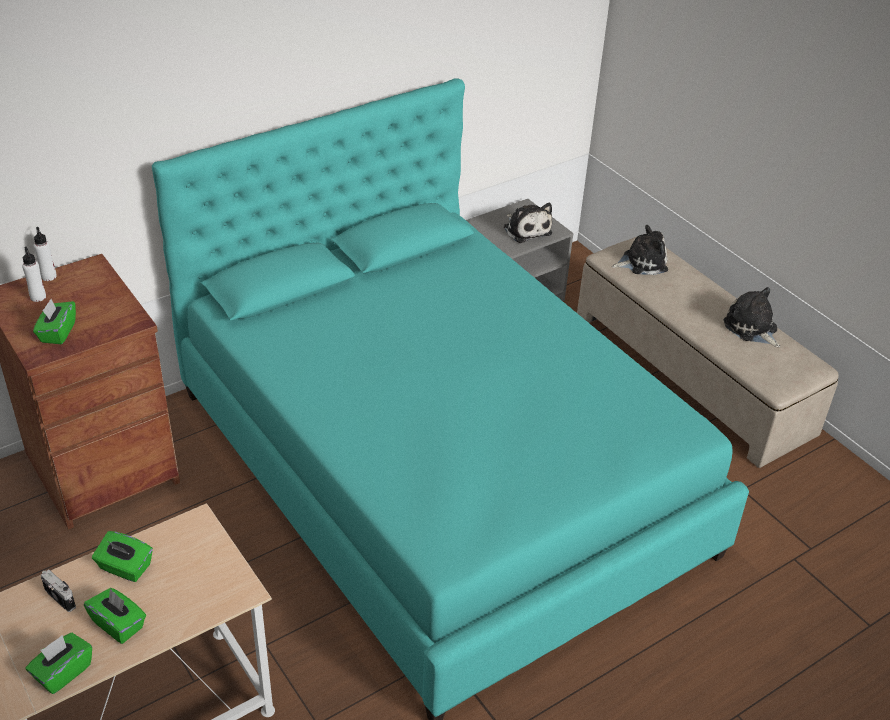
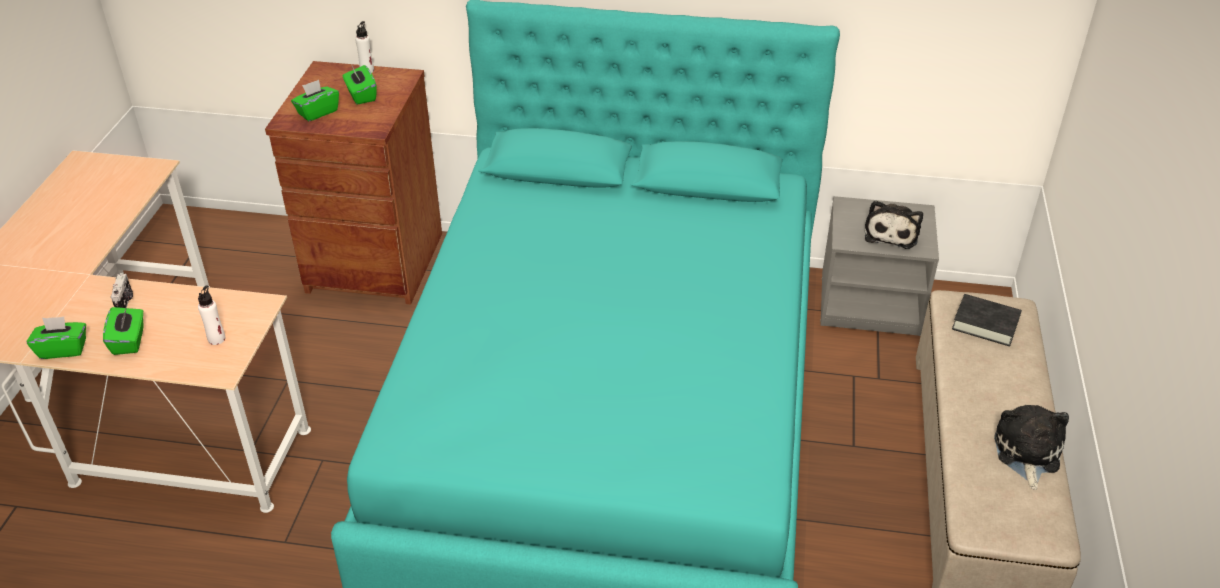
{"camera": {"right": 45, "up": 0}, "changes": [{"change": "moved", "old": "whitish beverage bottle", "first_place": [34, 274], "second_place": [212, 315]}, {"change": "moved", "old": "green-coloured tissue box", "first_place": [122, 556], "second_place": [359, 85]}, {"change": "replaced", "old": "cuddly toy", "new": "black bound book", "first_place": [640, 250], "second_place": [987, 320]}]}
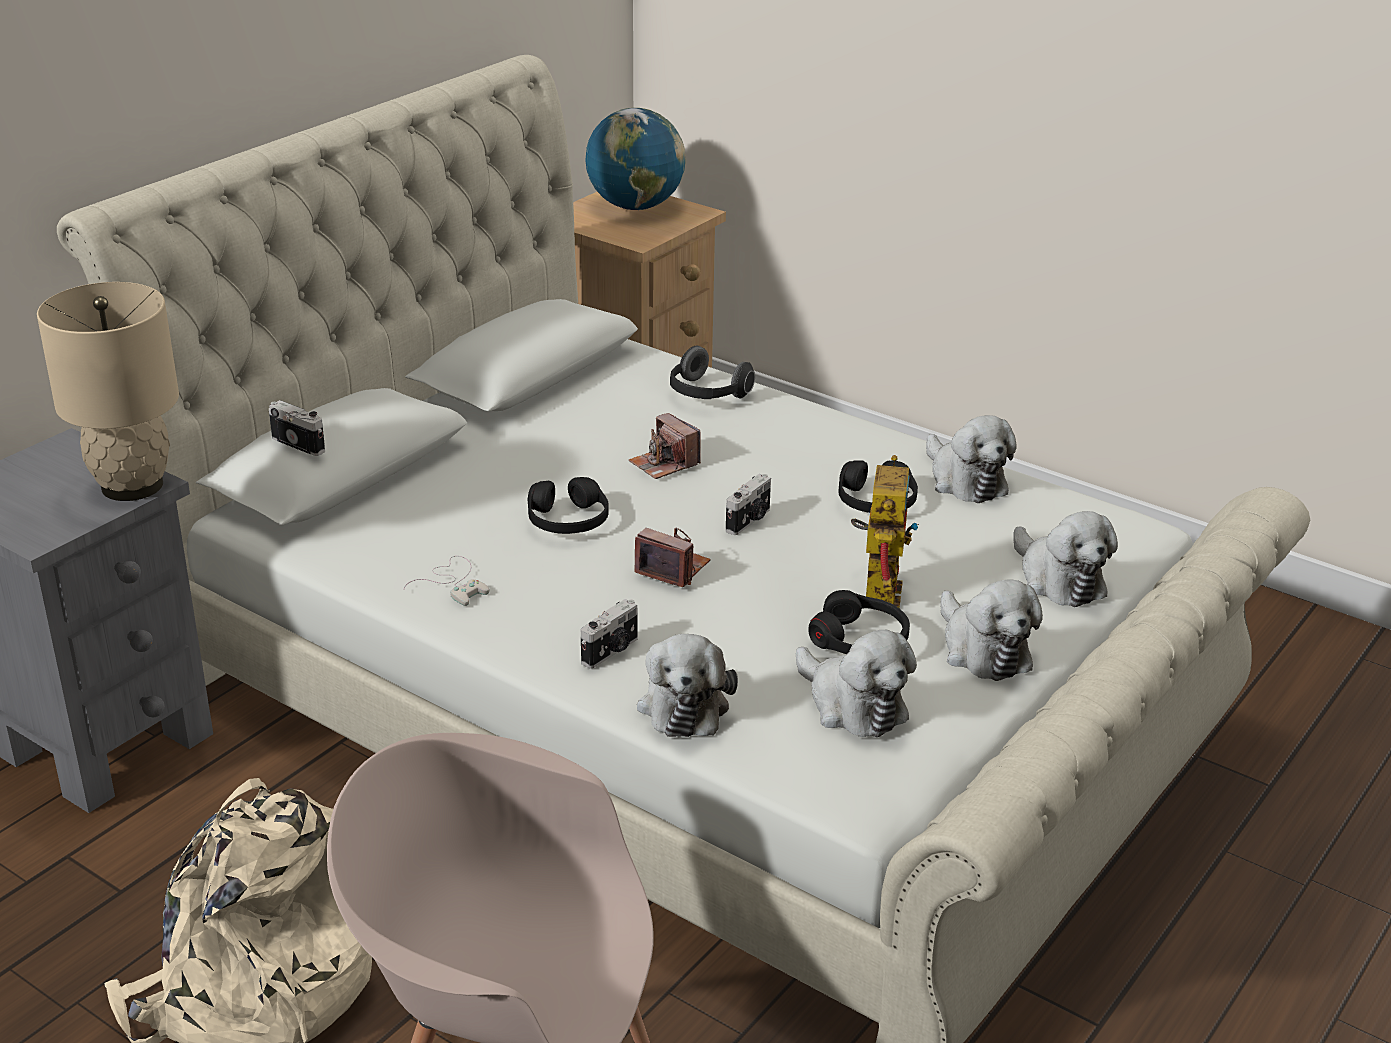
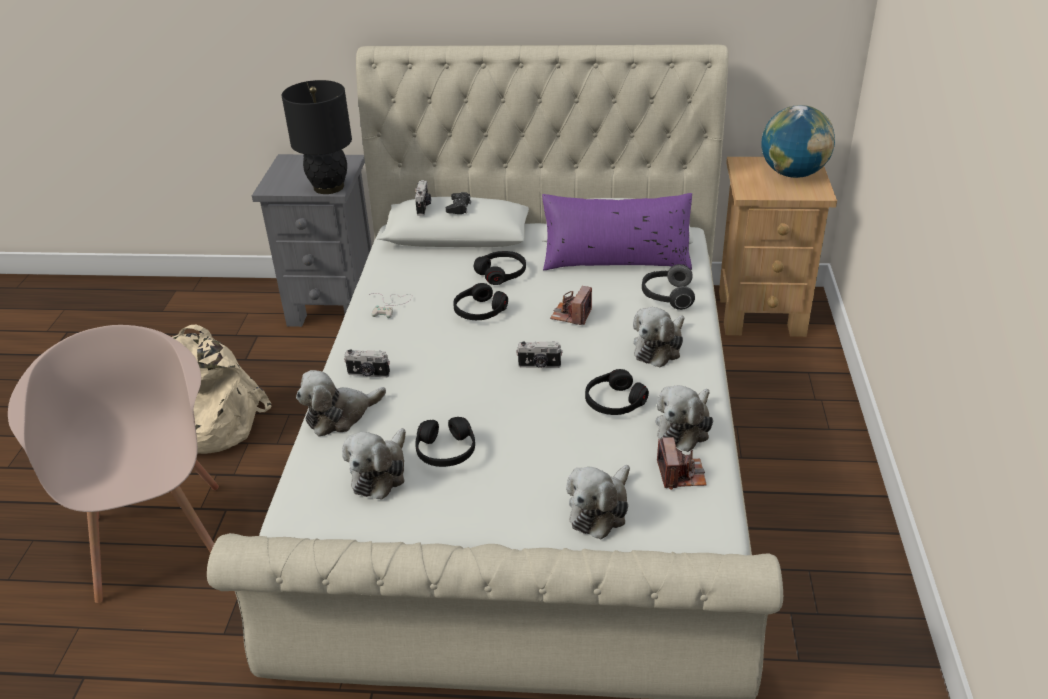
{"camera": {"right": 60, "up": 5}, "changes": [{"change": "removed", "old": "toy robot", "first_place": [885, 531]}, {"change": "added", "new": "black joypad", "second_place": [458, 203]}, {"change": "added", "new": "black headset", "second_place": [500, 268]}, {"change": "added", "new": "purplish pillow", "second_place": [617, 231]}, {"change": "moved", "old": "photo camera", "first_place": [672, 557], "second_place": [682, 463]}, {"change": "moved", "old": "cuddly toy", "first_place": [991, 630], "second_place": [658, 337]}, {"change": "recoloured", "old": "beige table lamp", "new": "black table lamp", "first_place": [108, 391], "second_place": [317, 137]}]}
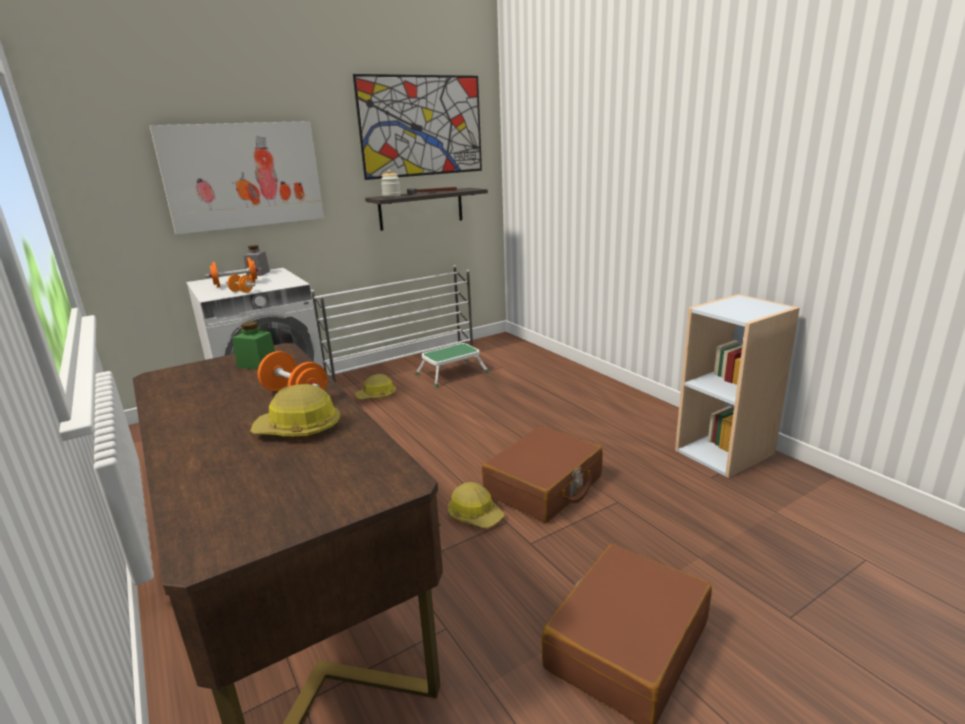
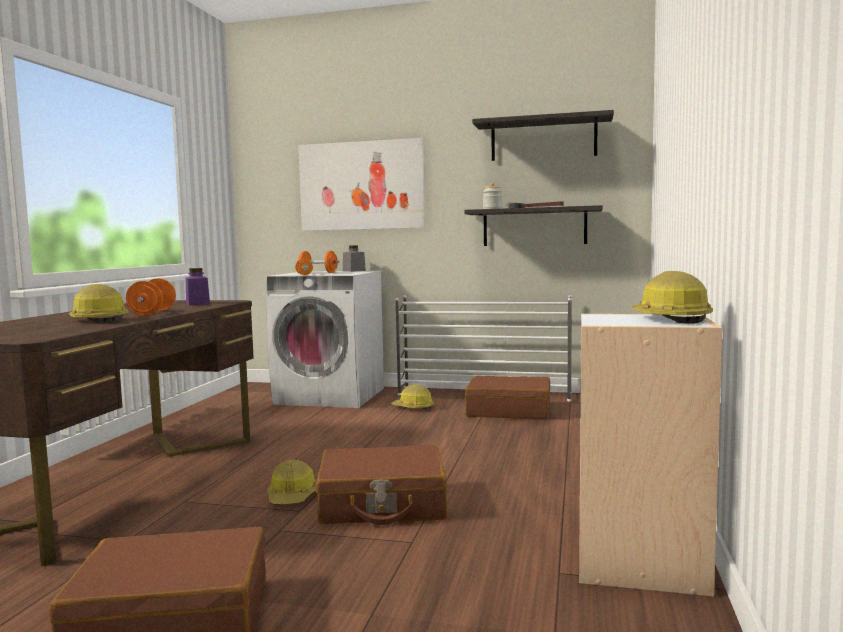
{"camera": {"right": 45, "up": -15}, "changes": [{"change": "added", "new": "work helmet", "second_place": [671, 297]}, {"change": "replaced", "old": "picture", "new": "wall shelf", "first_place": [417, 127], "second_place": [543, 135]}, {"change": "replaced", "old": "green-coloured step ladder", "new": "brown-coloured suitcase", "first_place": [452, 365], "second_place": [507, 397]}, {"change": "recoloured", "old": "green-coloured preserve jar", "new": "purplish preserve jar", "first_place": [253, 345], "second_place": [197, 286]}]}
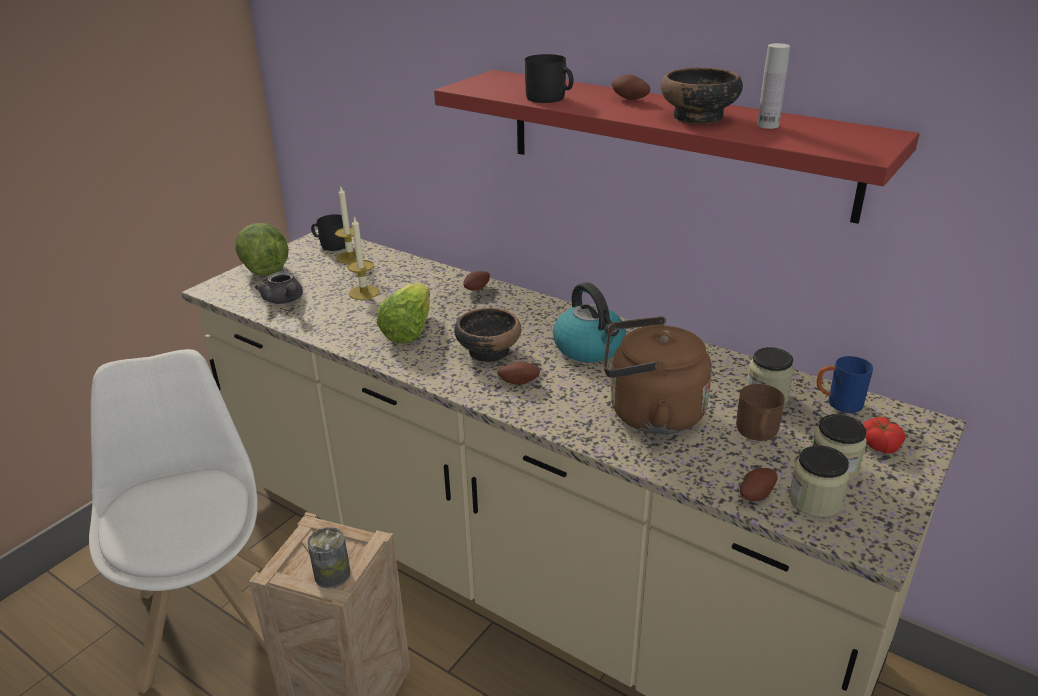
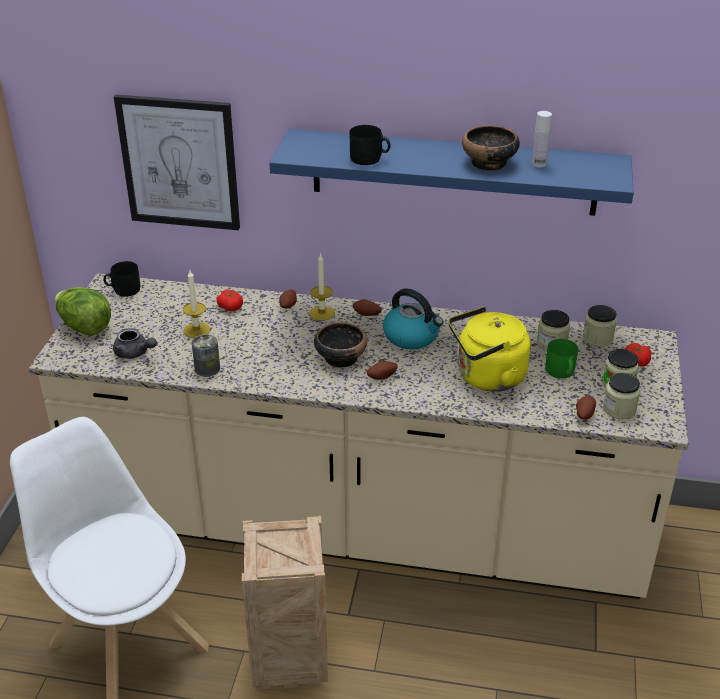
{"camera": {"right": -25, "up": 5}, "changes": [{"change": "removed", "old": "lettuce head", "first_place": [403, 313]}, {"change": "added", "new": "picture", "second_place": [177, 162]}, {"change": "added", "new": "fresh tomato", "second_place": [230, 300]}, {"change": "moved", "old": "sealed can", "first_place": [329, 557], "second_place": [206, 355]}, {"change": "moved", "old": "wax candle", "first_place": [349, 225], "second_place": [322, 287]}, {"change": "moved", "old": "potato", "first_place": [631, 87], "second_place": [367, 307]}, {"change": "replaced", "old": "bluish mug", "new": "preserve jar", "first_place": [844, 384], "second_place": [600, 326]}, {"change": "recoloured", "old": "reddish wall shelf", "new": "bluish wall shelf", "first_place": [676, 147], "second_place": [451, 172]}, {"change": "recoloured", "old": "brown-coloured kettle", "new": "yellow-coloured kettle", "first_place": [658, 375], "second_place": [489, 349]}, {"change": "recoloured", "old": "brown-coloured mug", "new": "green-coloured mug", "first_place": [760, 412], "second_place": [562, 359]}]}
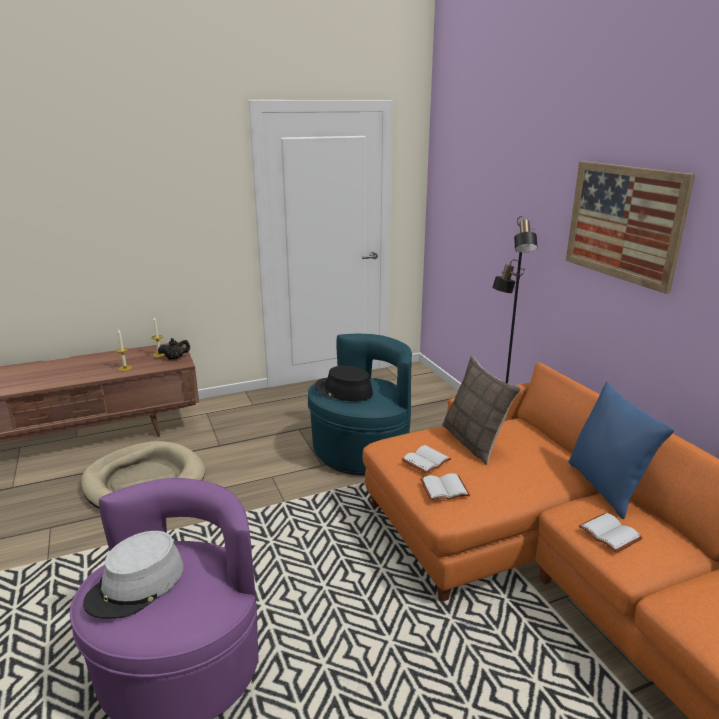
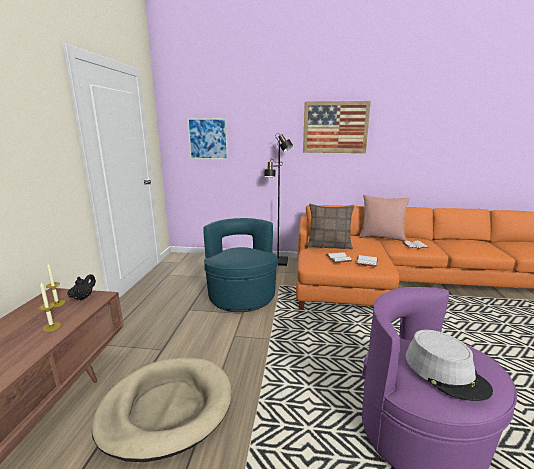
{"camera": {"right": -60, "up": -5}, "changes": [{"change": "removed", "old": "black clothing hat", "first_place": [344, 384]}, {"change": "added", "new": "picture", "second_place": [207, 139]}, {"change": "recoloured", "old": "bluish pillow", "new": "pinkish pillow", "first_place": [621, 450], "second_place": [384, 218]}]}
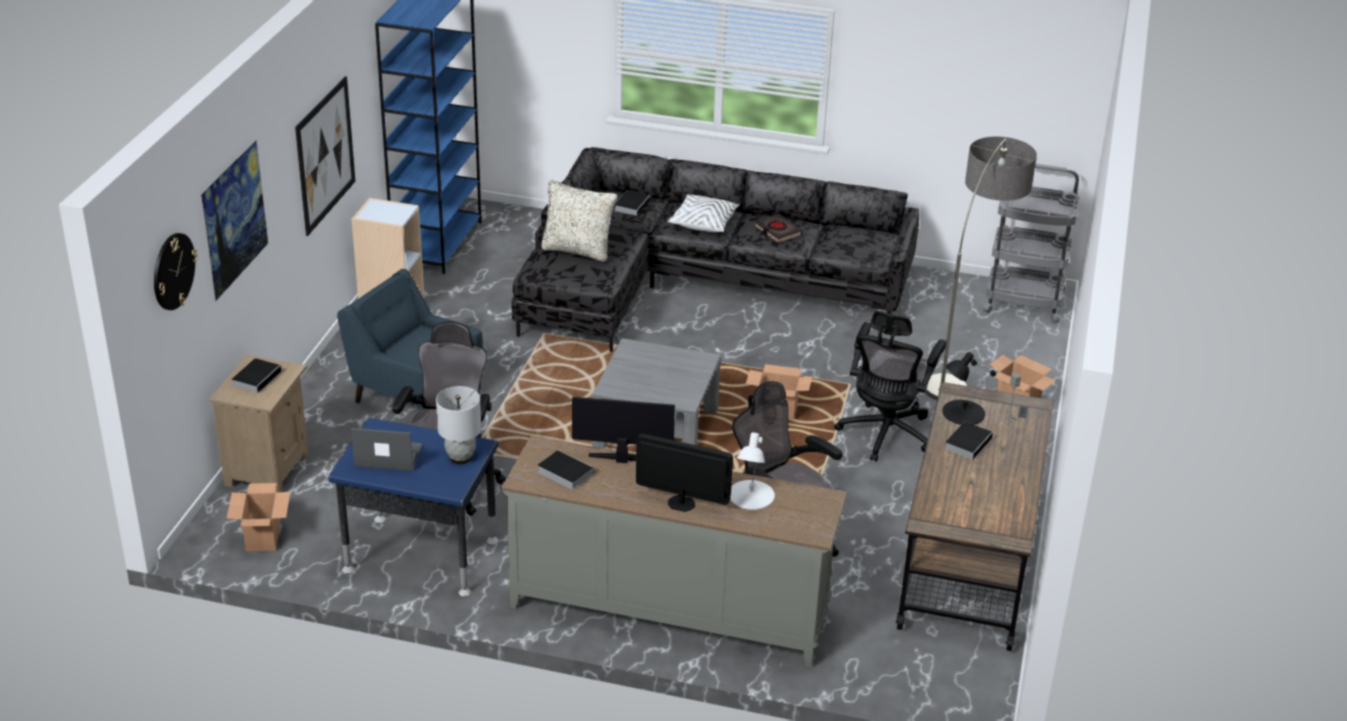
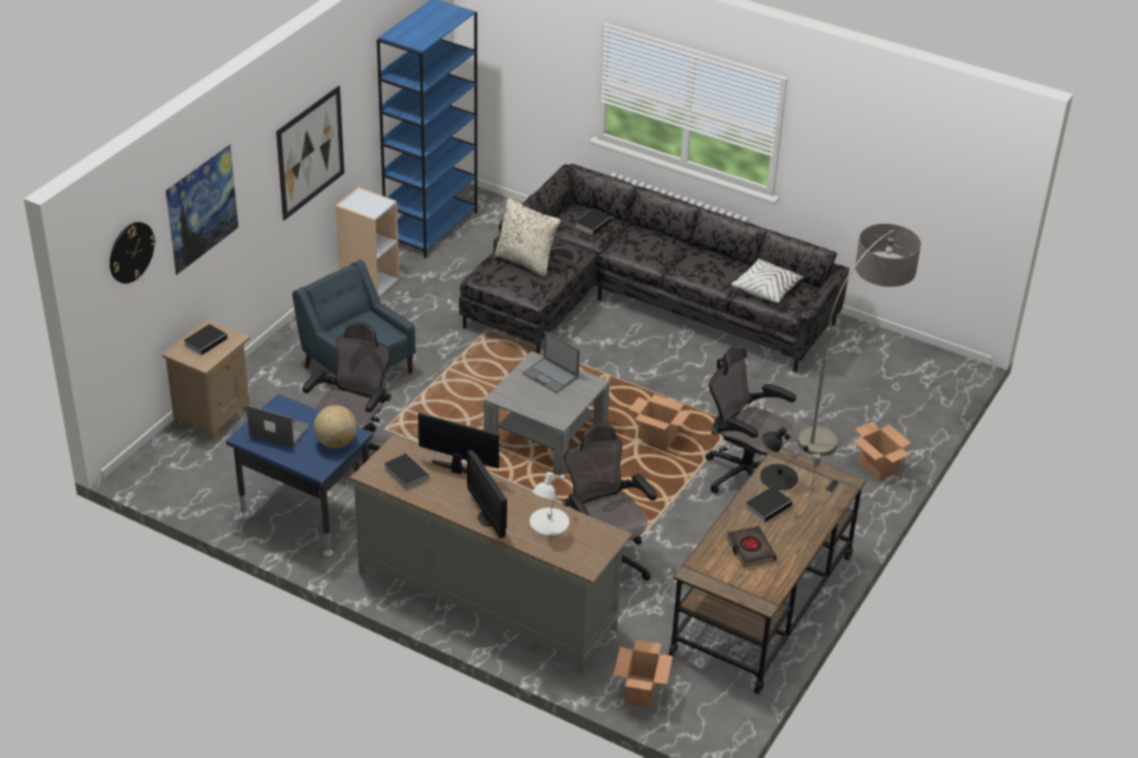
{"camera": {"right": 15, "up": 5}, "changes": [{"change": "removed", "old": "greyish cart", "first_place": [1031, 243]}, {"change": "added", "new": "notebook computer", "second_place": [551, 362]}, {"change": "moved", "old": "carton", "first_place": [258, 517], "second_place": [643, 674]}, {"change": "moved", "old": "whitish pillow", "first_place": [703, 213], "second_place": [767, 280]}, {"change": "moved", "old": "black bound book", "first_place": [778, 228], "second_place": [752, 546]}, {"change": "replaced", "old": "whitish table lamp", "new": "globe", "first_place": [458, 425], "second_place": [335, 426]}, {"change": "turned", "old": "computer screen", "first_place": [684, 473], "second_place": [487, 494], "degrees": -150}, {"change": "turned", "old": "office chair", "first_place": [890, 386], "second_place": [750, 419], "degrees": 90}]}
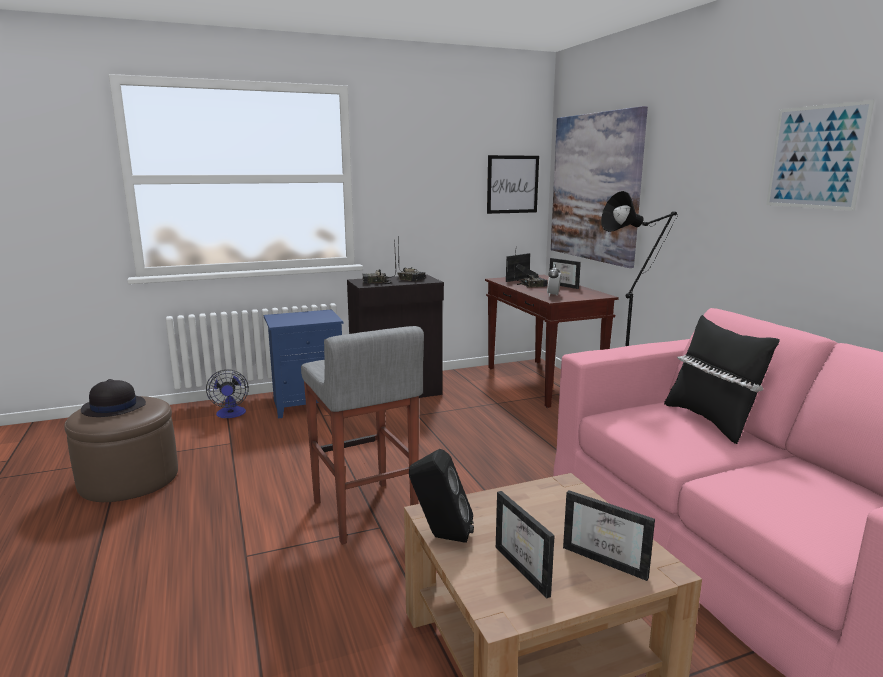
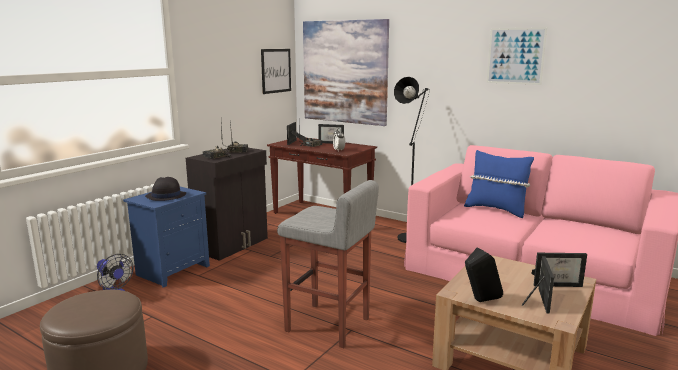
{"camera": {"right": -35, "up": 0}, "changes": [{"change": "moved", "old": "black clothing hat", "first_place": [113, 398], "second_place": [165, 189]}, {"change": "recoloured", "old": "black pillow", "new": "bluish pillow", "first_place": [722, 379], "second_place": [499, 184]}, {"change": "turned", "old": "photo frame", "first_place": [525, 545], "second_place": [538, 285], "degrees": -105}]}
